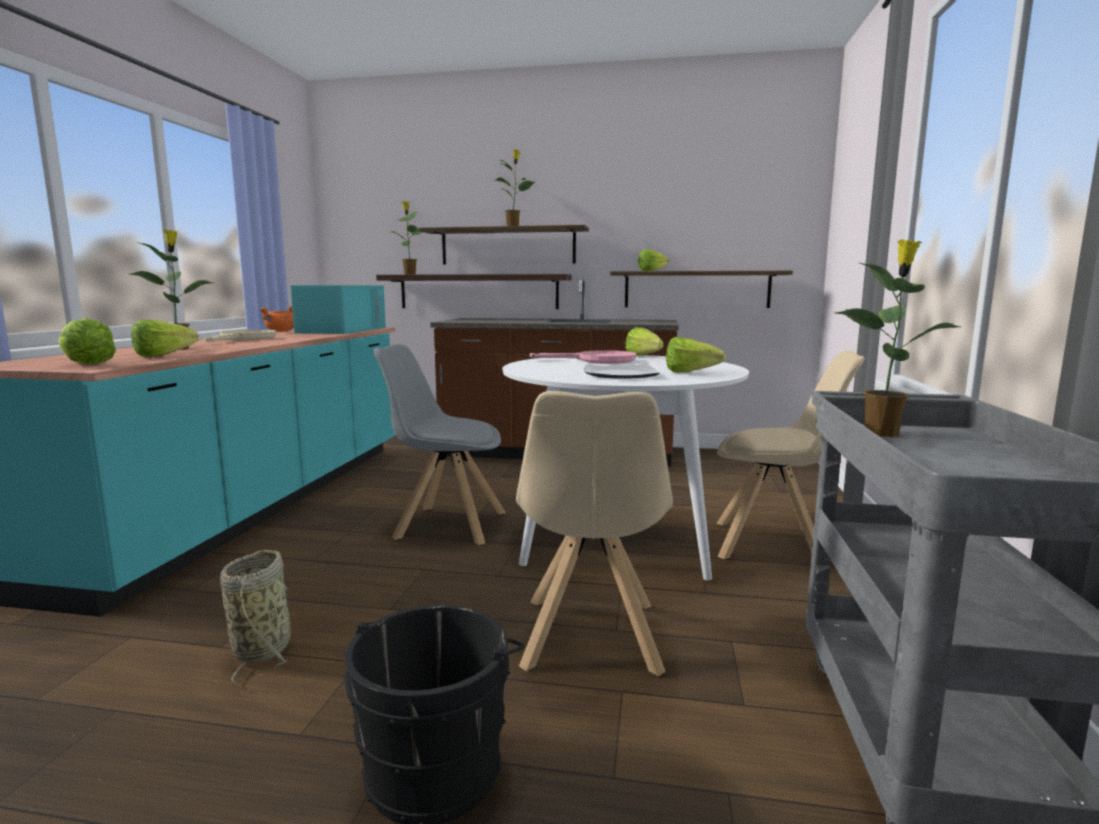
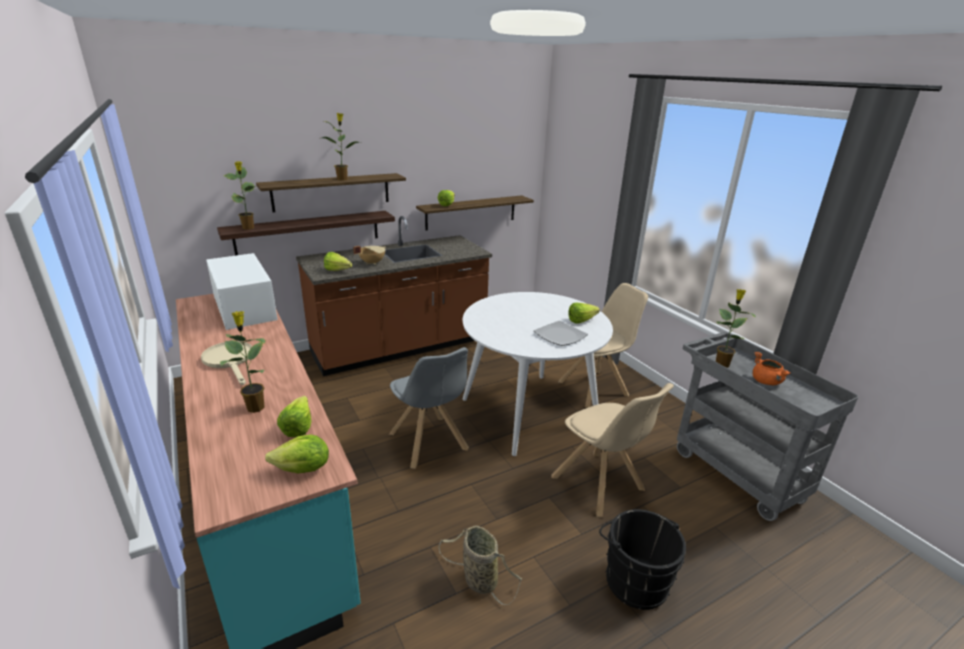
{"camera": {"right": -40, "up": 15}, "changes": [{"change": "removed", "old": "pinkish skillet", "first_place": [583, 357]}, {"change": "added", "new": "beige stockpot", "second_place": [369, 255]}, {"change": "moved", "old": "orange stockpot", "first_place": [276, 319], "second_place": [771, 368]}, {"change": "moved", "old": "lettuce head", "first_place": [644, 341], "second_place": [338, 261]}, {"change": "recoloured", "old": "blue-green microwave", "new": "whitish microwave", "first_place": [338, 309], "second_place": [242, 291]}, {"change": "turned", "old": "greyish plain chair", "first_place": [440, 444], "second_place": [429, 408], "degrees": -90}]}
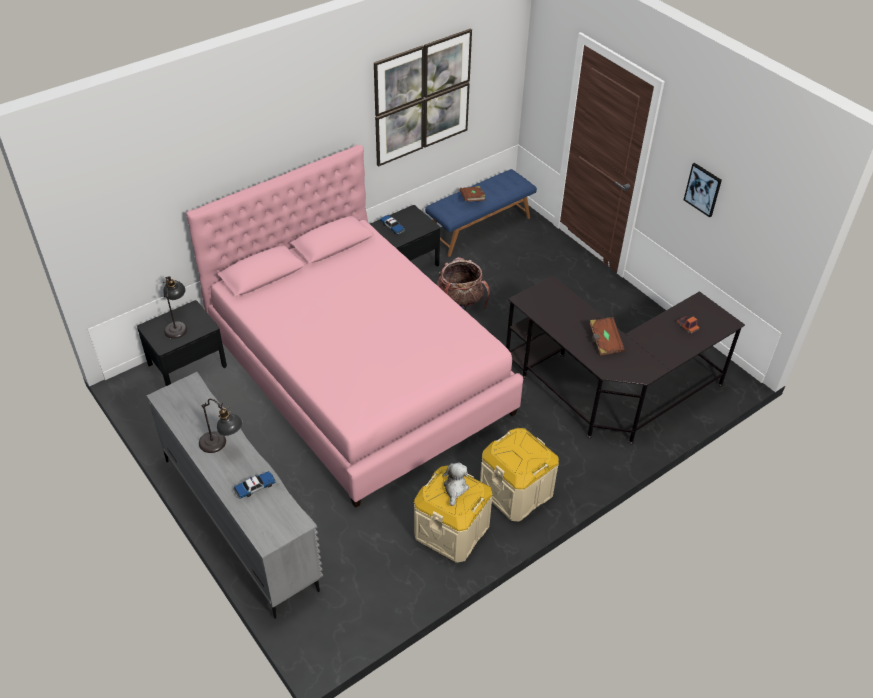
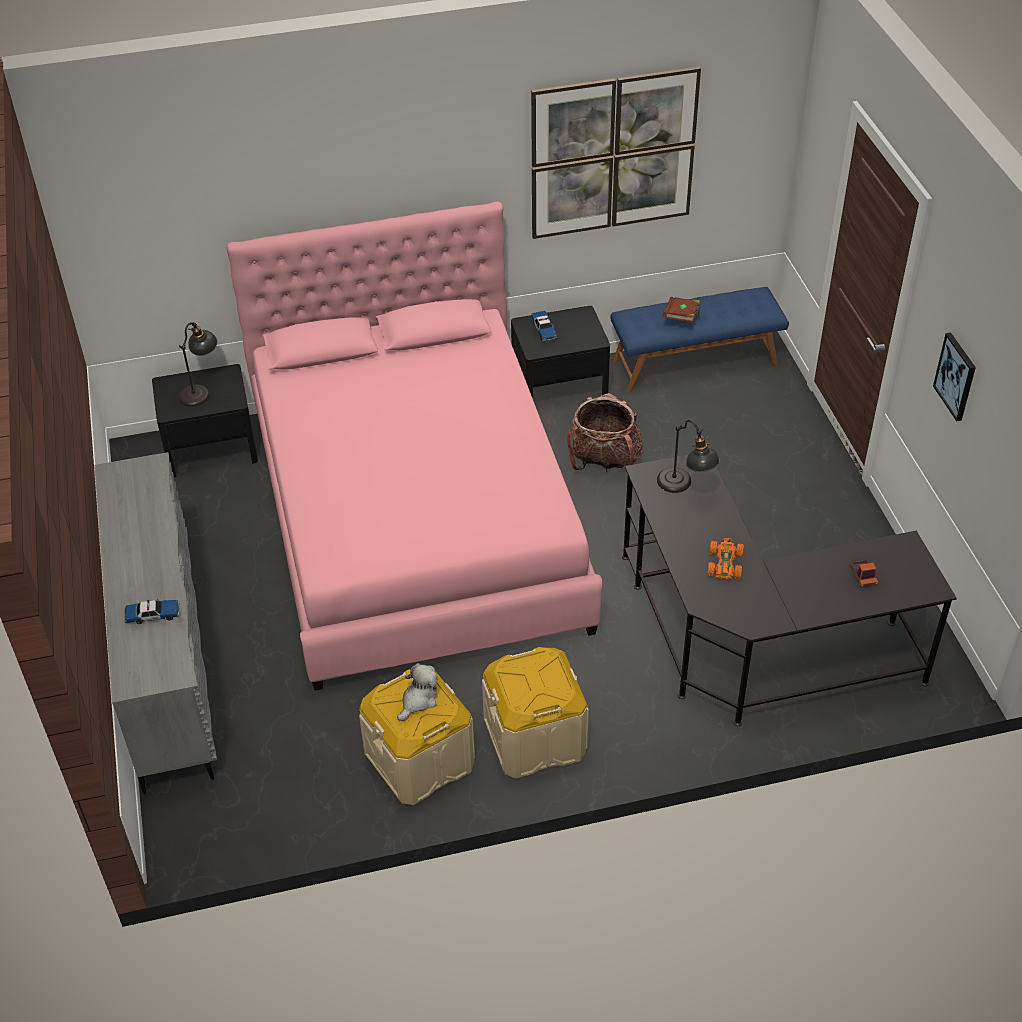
{"camera": {"right": 25, "up": 0}, "changes": [{"change": "moved", "old": "greyish table lamp", "first_place": [221, 425], "second_place": [688, 456]}, {"change": "replaced", "old": "brown-coloured bound book", "new": "orange model car", "first_place": [607, 336], "second_place": [726, 558]}]}
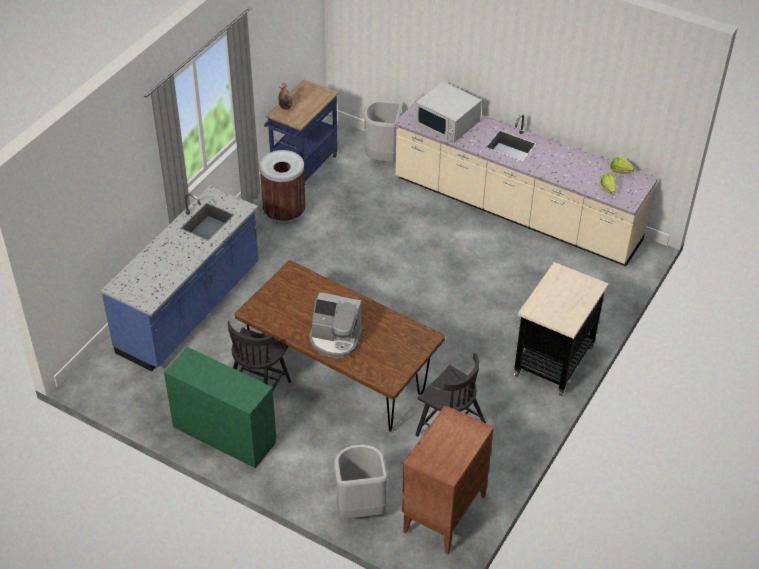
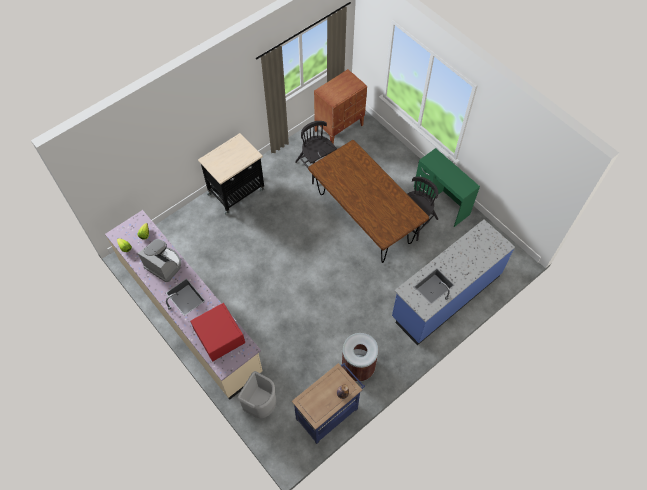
{"camera": {"right": -160, "up": 15}, "changes": [{"change": "removed", "old": "greyish rubbish bin", "first_place": [361, 481]}, {"change": "moved", "old": "coffee machine", "first_place": [336, 325], "second_place": [159, 260]}, {"change": "recoloured", "old": "whitish microwave", "new": "reddish microwave", "first_place": [448, 112], "second_place": [217, 332]}]}
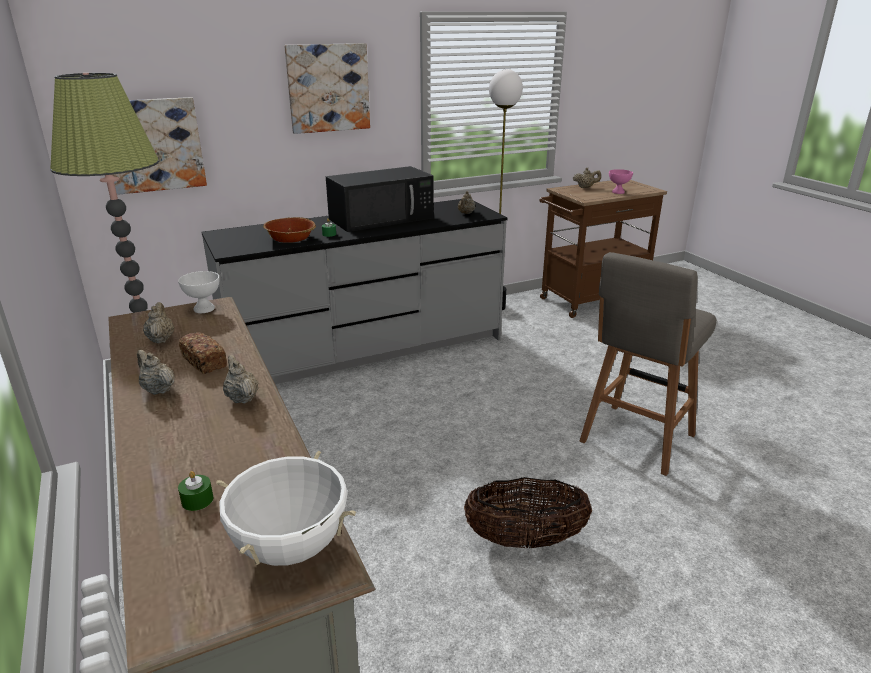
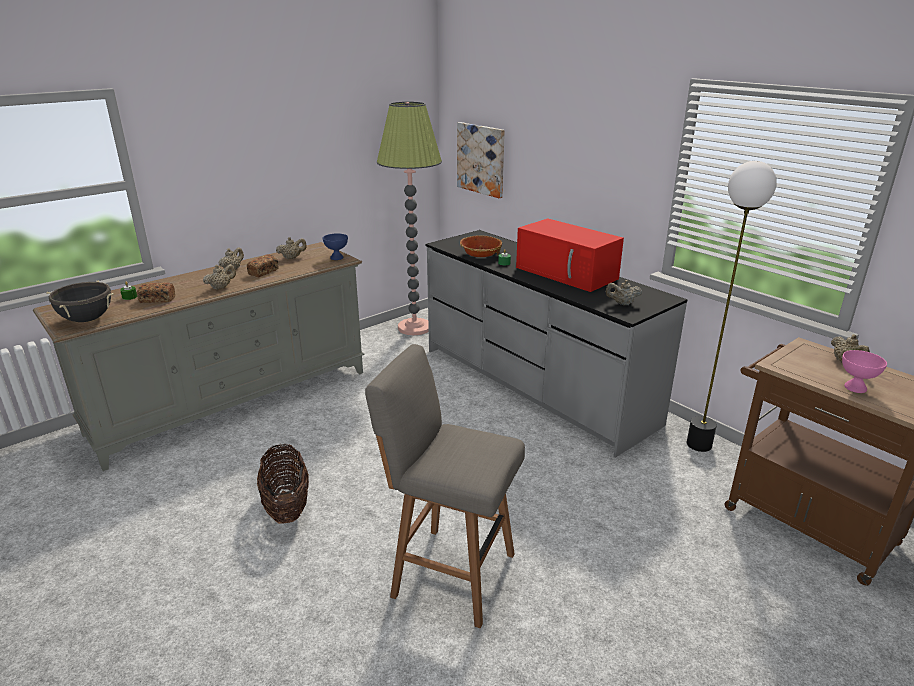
{"camera": {"right": 75, "up": 0}, "changes": [{"change": "removed", "old": "picture", "first_place": [327, 88]}, {"change": "added", "new": "bakery bread", "second_place": [156, 292]}, {"change": "recoloured", "old": "whitish bowl", "new": "bluish bowl", "first_place": [199, 292], "second_place": [335, 247]}, {"change": "recoloured", "old": "whitish stockpot", "new": "black stockpot", "first_place": [286, 508], "second_place": [80, 301]}, {"change": "recoloured", "old": "black microwave", "new": "reddish microwave", "first_place": [380, 199], "second_place": [570, 255]}]}
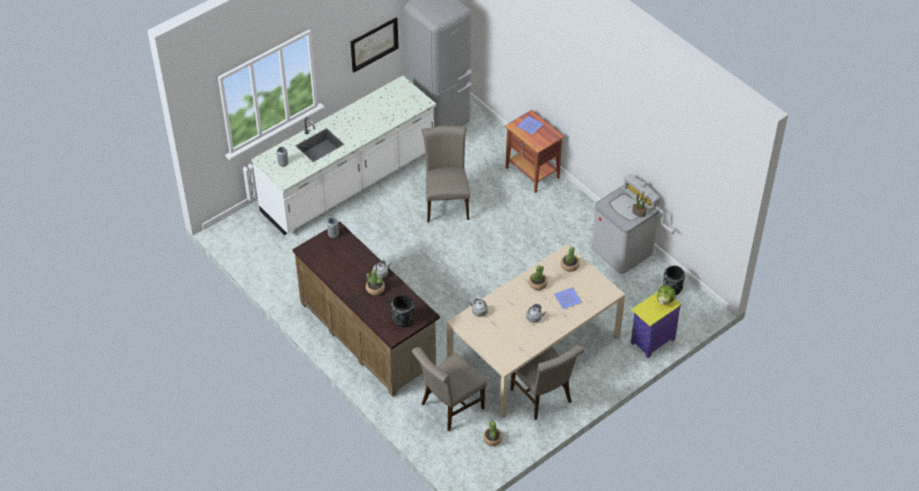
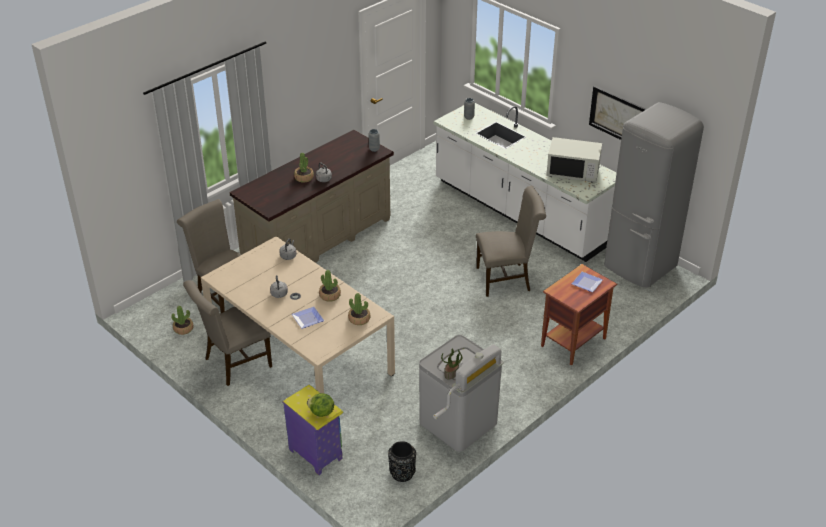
{"camera": {"right": 85, "up": -10}, "changes": [{"change": "removed", "old": "black flower vase", "first_place": [403, 311]}, {"change": "added", "new": "whitish microwave", "second_place": [574, 160]}]}
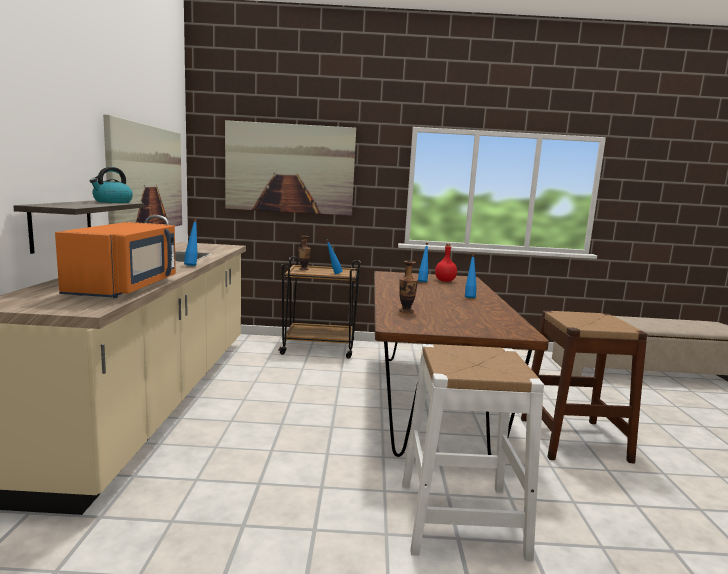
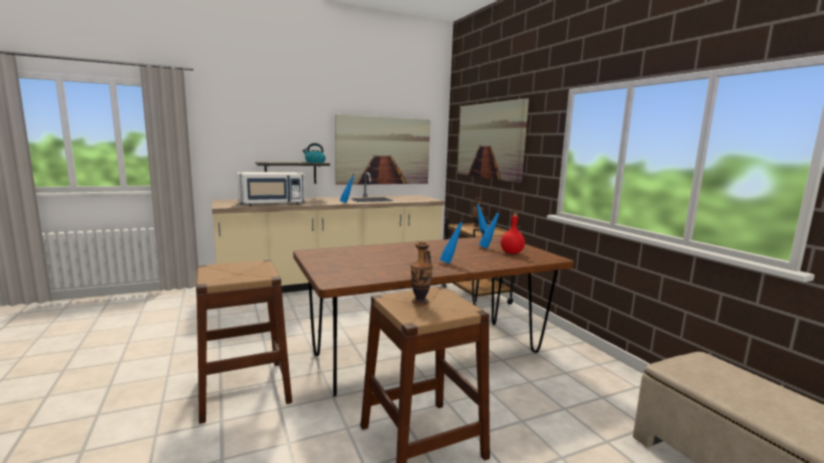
{"camera": {"right": 65, "up": 0}, "changes": [{"change": "moved", "old": "flower vase", "first_place": [408, 287], "second_place": [422, 274]}, {"change": "recoloured", "old": "orange microwave", "new": "whitish microwave", "first_place": [115, 260], "second_place": [271, 189]}, {"change": "recoloured", "old": "whitish stool", "new": "brown-coloured stool", "first_place": [473, 452], "second_place": [244, 342]}]}
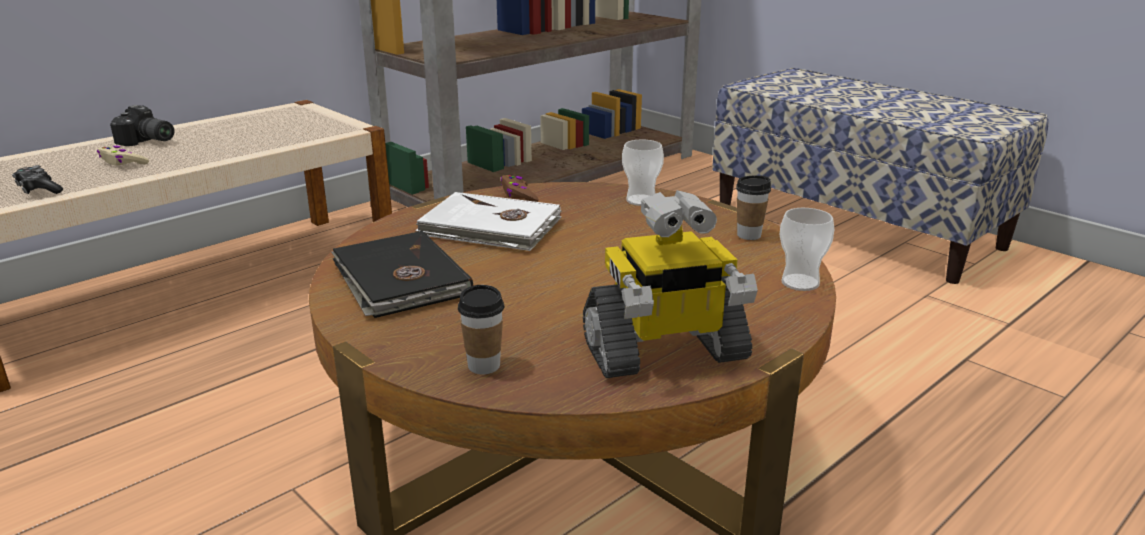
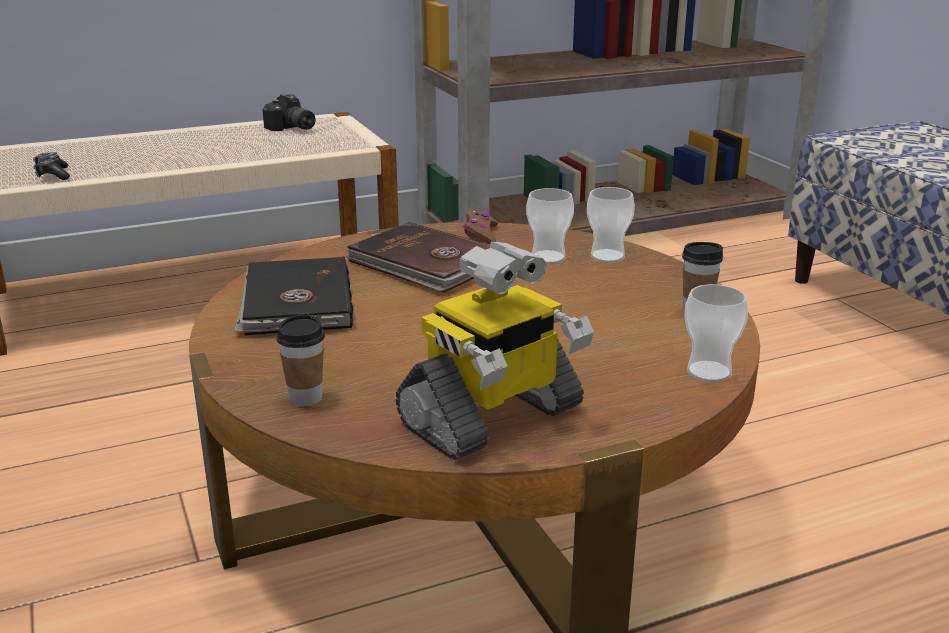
{"camera": {"right": 20, "up": 0}, "changes": [{"change": "removed", "old": "beige joypad", "first_place": [123, 155]}, {"change": "added", "new": "cup", "second_place": [550, 226]}, {"change": "moved", "old": "photo camera", "first_place": [142, 125], "second_place": [289, 112]}, {"change": "recoloured", "old": "whitish bound book", "new": "brown-coloured bound book", "first_place": [488, 221], "second_place": [418, 257]}, {"change": "turned", "old": "toy robot", "first_place": [670, 284], "second_place": [495, 350], "degrees": -45}]}
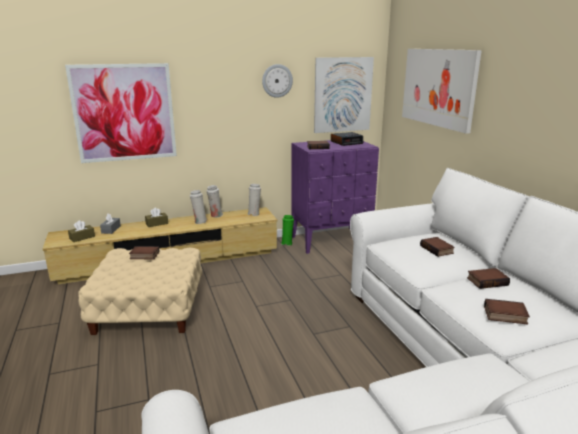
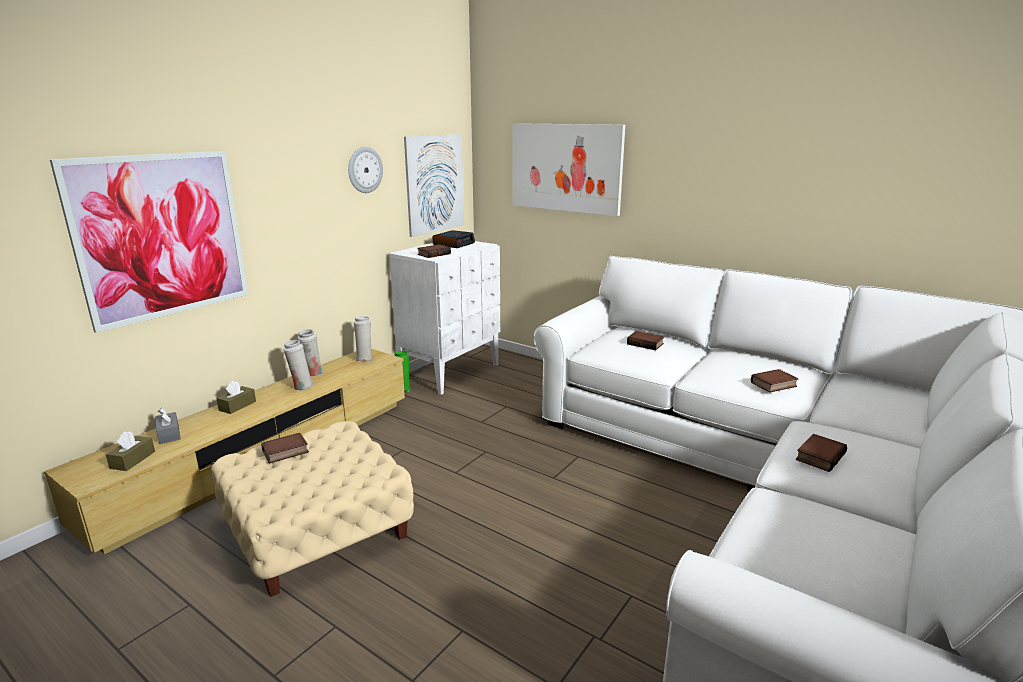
{"camera": {"right": -35, "up": 0}, "changes": [{"change": "moved", "old": "bound book", "first_place": [488, 278], "second_place": [821, 453]}, {"change": "recoloured", "old": "purplish dresser", "new": "whitish dresser", "first_place": [335, 197], "second_place": [444, 318]}]}
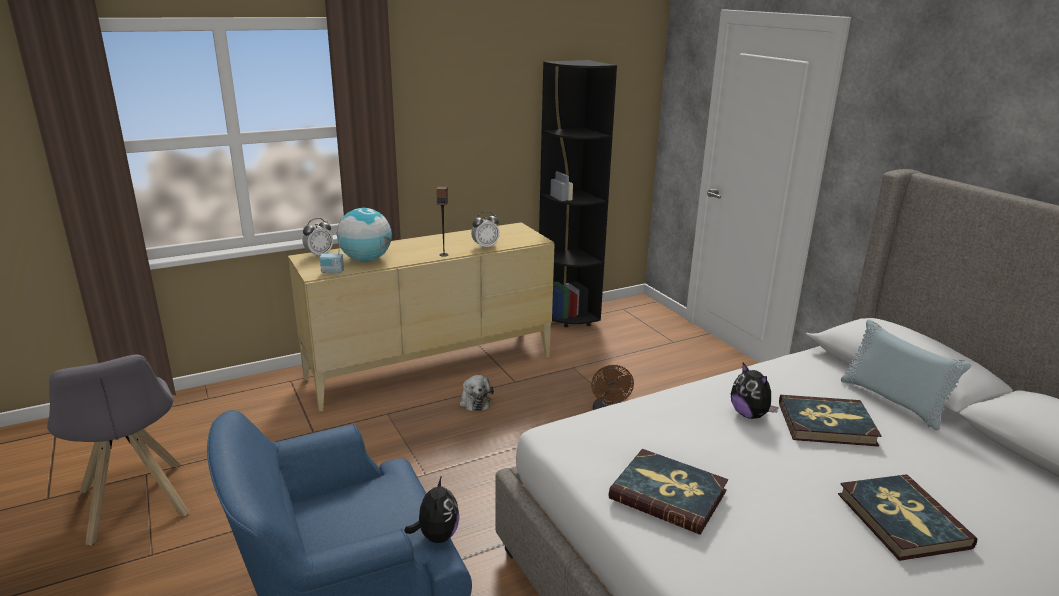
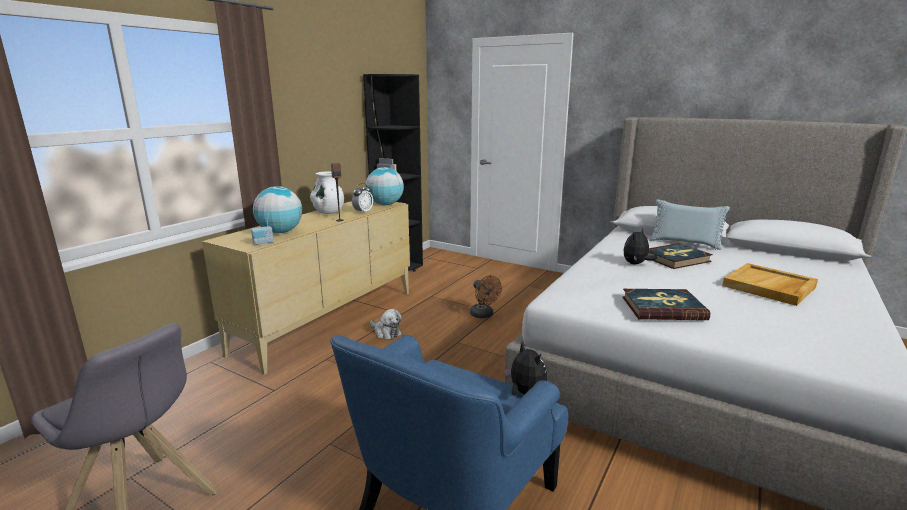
{"camera": {"right": -30, "up": -5}, "changes": [{"change": "removed", "old": "bedside clock", "first_place": [318, 238]}, {"change": "added", "new": "whitish flower vase", "second_place": [327, 192]}, {"change": "added", "new": "globe", "second_place": [385, 186]}, {"change": "replaced", "old": "bound book", "new": "beige tray", "first_place": [908, 517], "second_place": [770, 284]}, {"change": "turned", "old": "cuddly toy", "first_place": [755, 391], "second_place": [640, 246], "degrees": 105}]}
